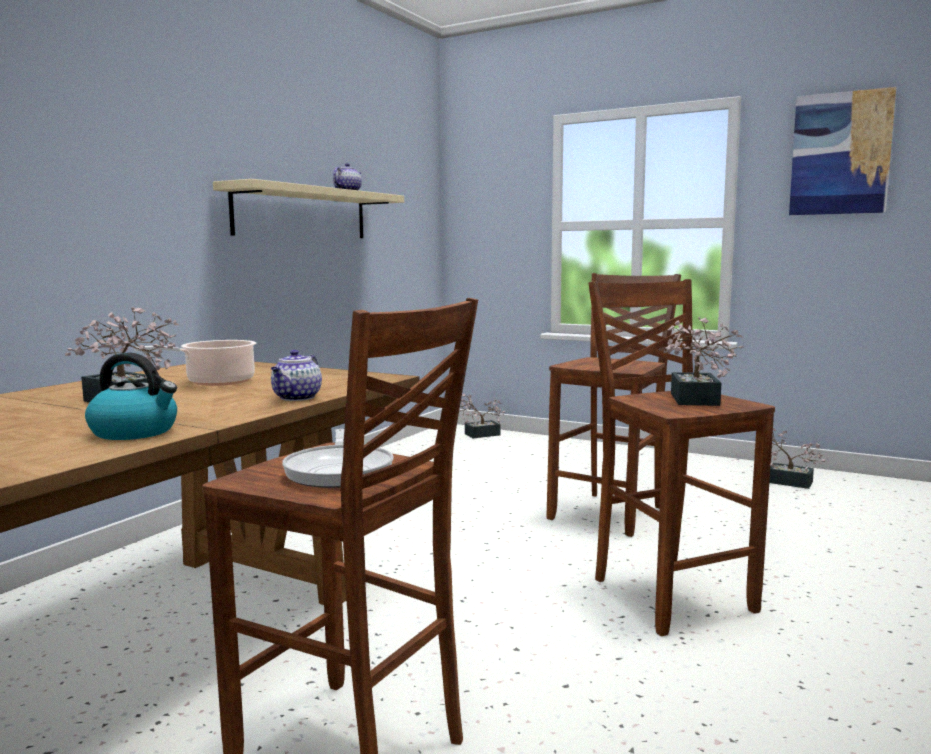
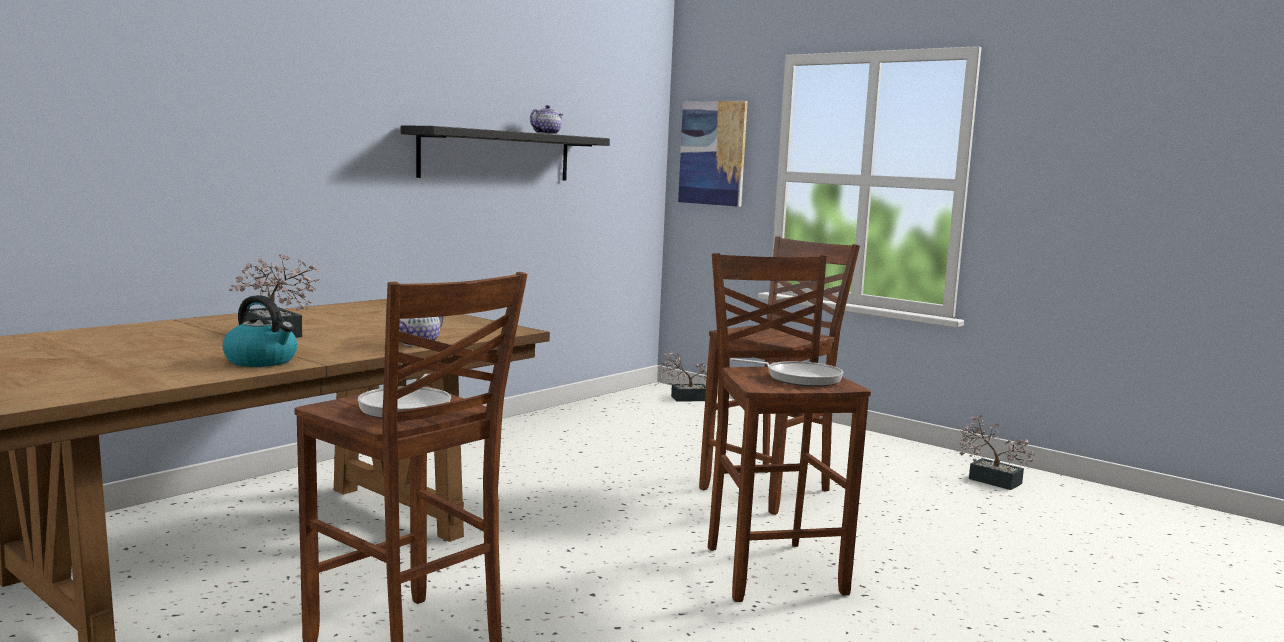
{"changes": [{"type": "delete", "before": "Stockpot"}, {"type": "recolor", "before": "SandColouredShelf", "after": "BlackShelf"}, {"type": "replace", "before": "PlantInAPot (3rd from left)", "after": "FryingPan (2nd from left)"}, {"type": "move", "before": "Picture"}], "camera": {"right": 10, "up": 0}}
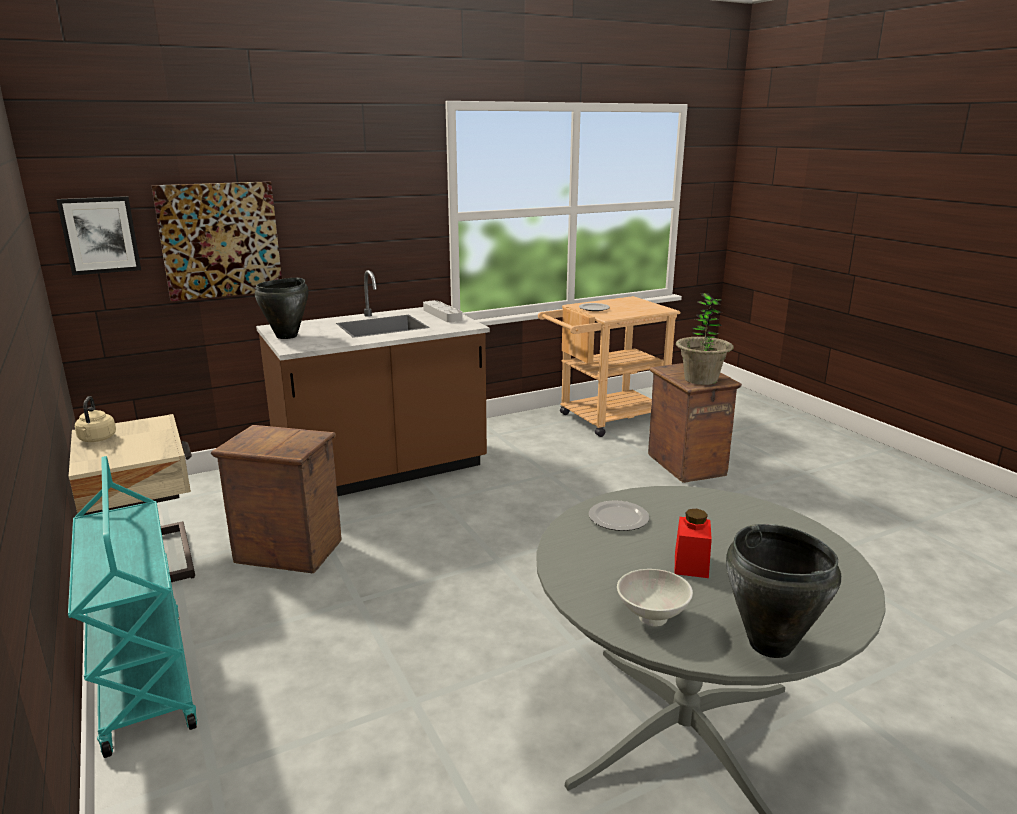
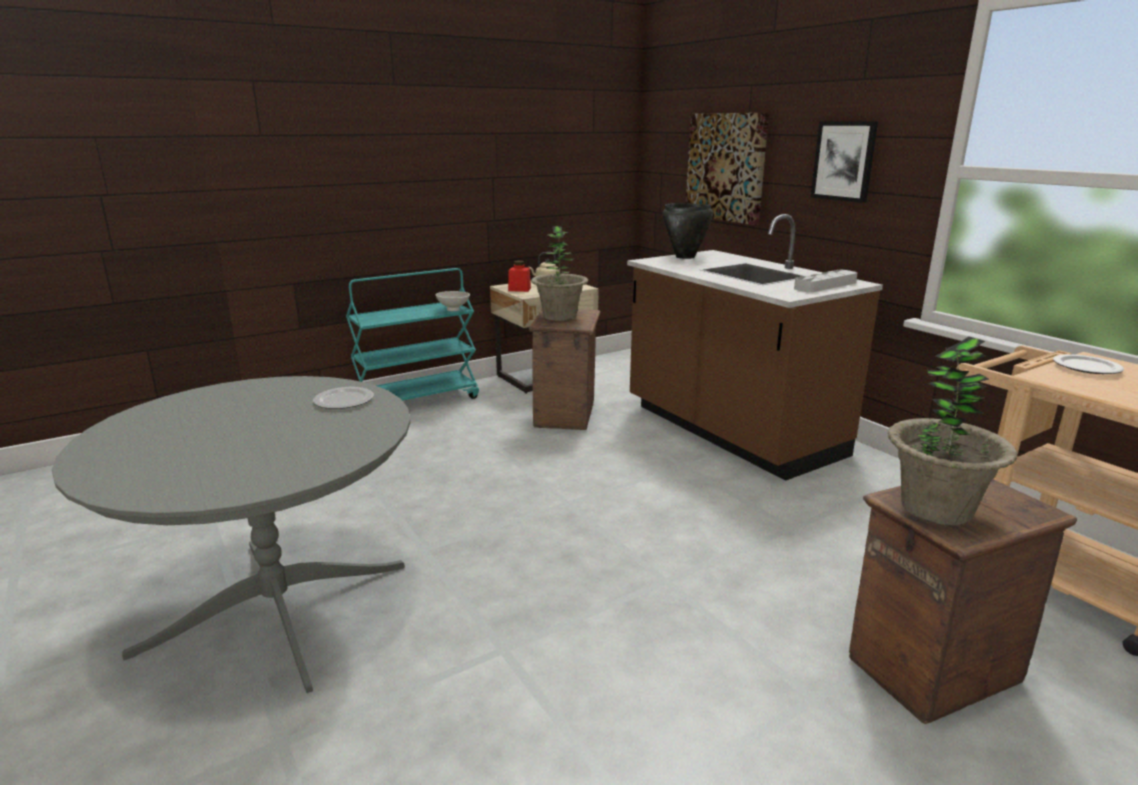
{"changes": [{"type": "move", "before": "Picture (1st from left in the first image)", "after": "Picture (2nd from left)"}, {"type": "move", "before": "WhiteColouredServingBowl"}, {"type": "move", "before": "RedColouredJar"}, {"type": "delete", "before": "BlackStockpot (2nd from left)"}, {"type": "insert", "after": "PlantInAPot (1st from left)"}], "camera": {"right": 85, "up": 0}}
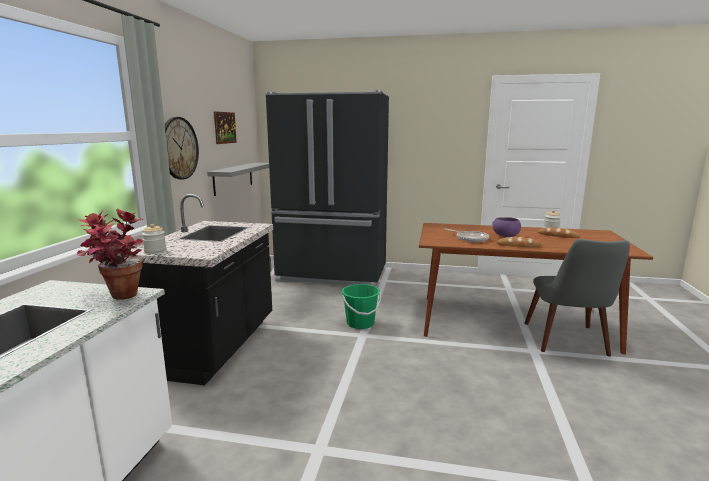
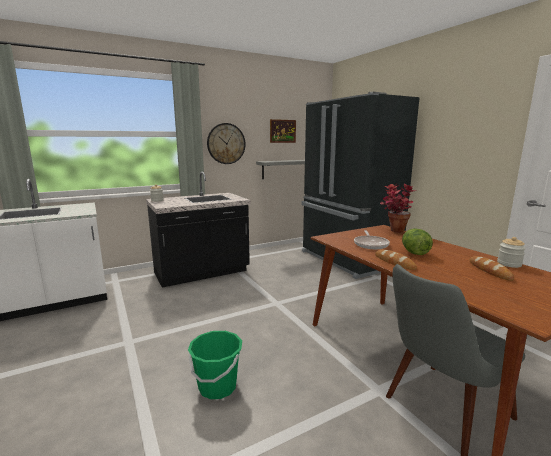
{"changes": [{"type": "move", "before": "PlantInAPot"}, {"type": "move", "before": "GreenColouredPail"}, {"type": "replace", "before": "PurpleServingBowl", "after": "Lettuce"}], "camera": {"right": 50, "up": 0}}
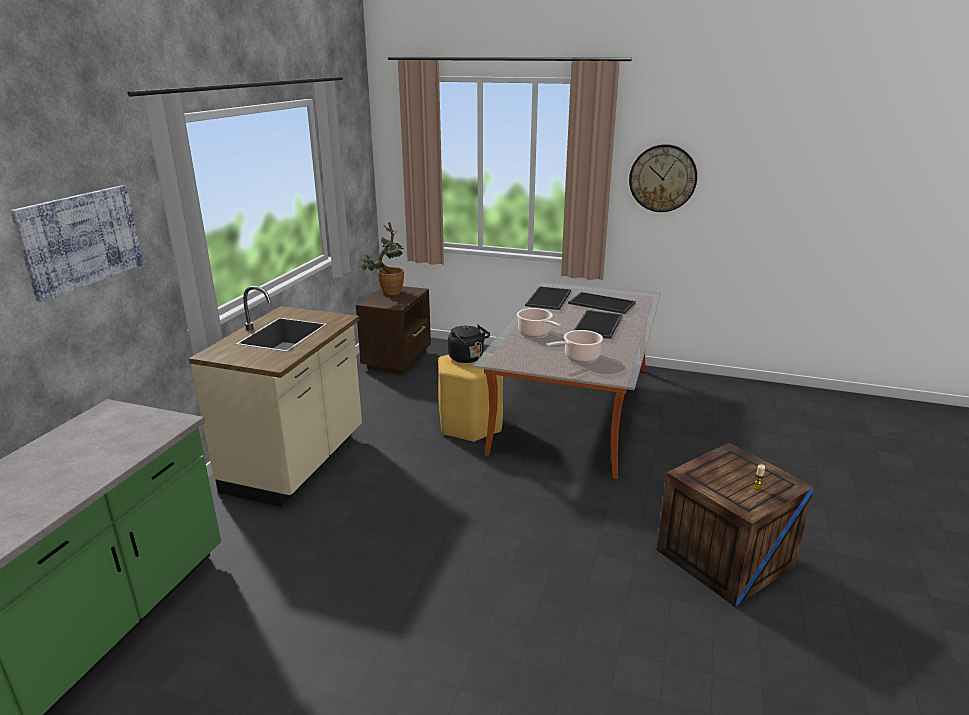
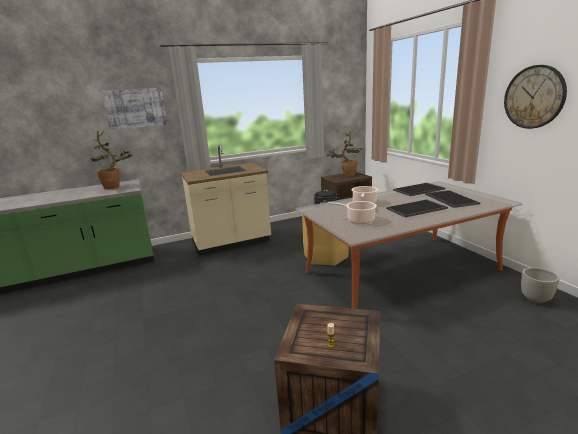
{"changes": [{"type": "insert", "after": "PlantInAPot (1st from left)"}, {"type": "insert", "after": "GreyishFlowerPot"}], "camera": {"right": 50, "up": -5}}
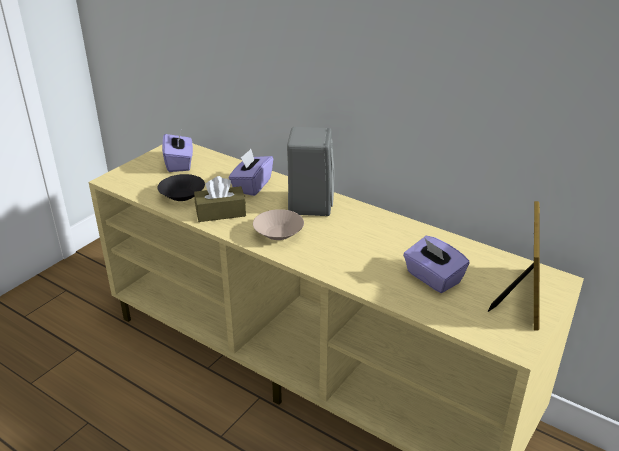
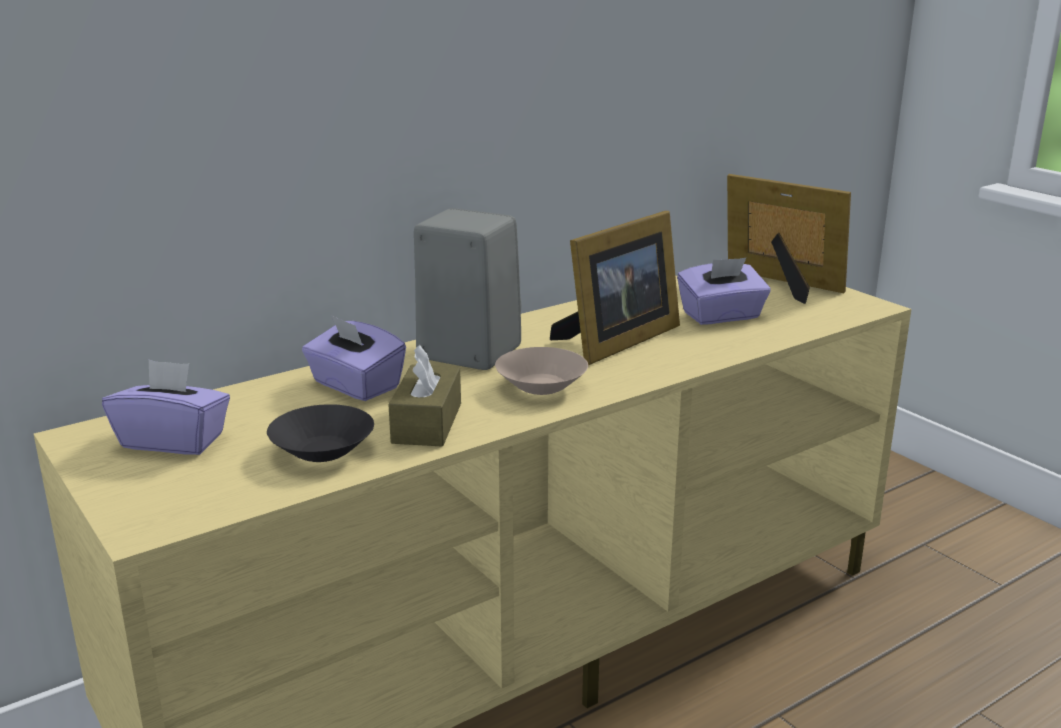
{"changes": [{"type": "insert", "after": "PhotoFrame (1st from left)"}], "camera": {"right": -70, "up": -10}}
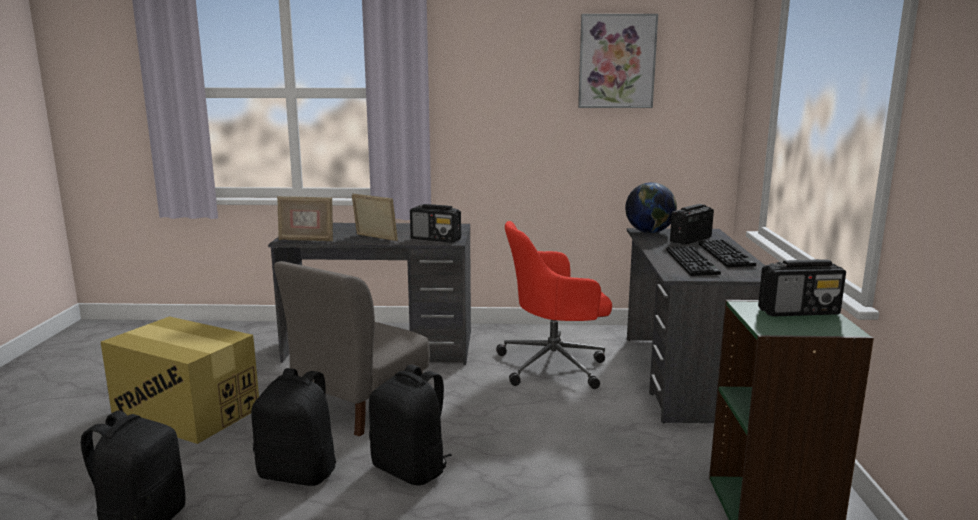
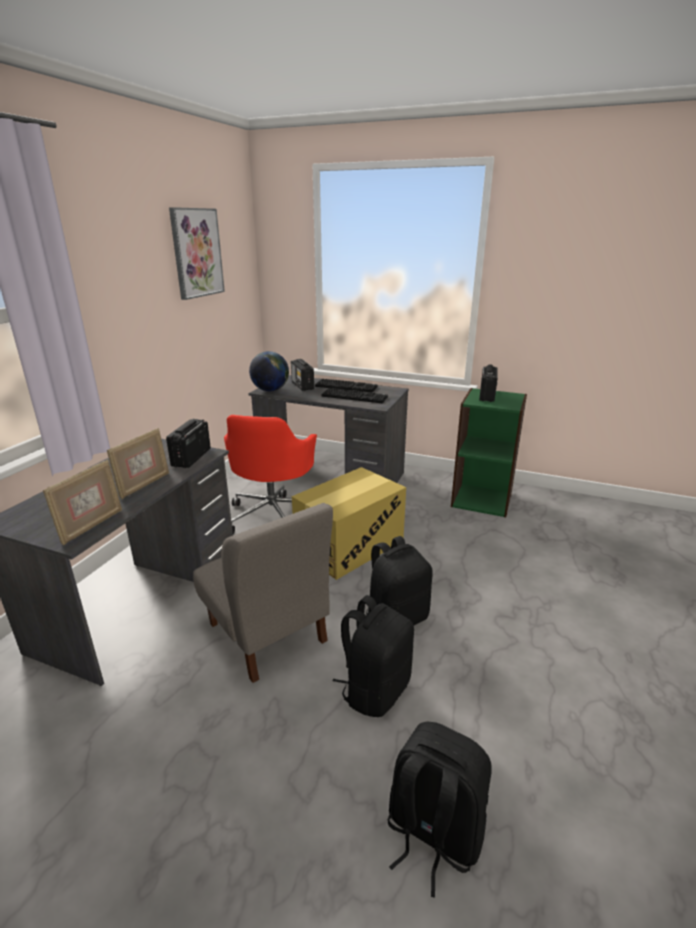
{"changes": [{"type": "move", "before": "Carton"}, {"type": "rotate", "before": "PhotoFrame (2nd from left)", "turn": 150}, {"type": "rotate", "before": "Radio (1st from left)", "turn": 150}], "camera": {"right": -70, "up": 10}}
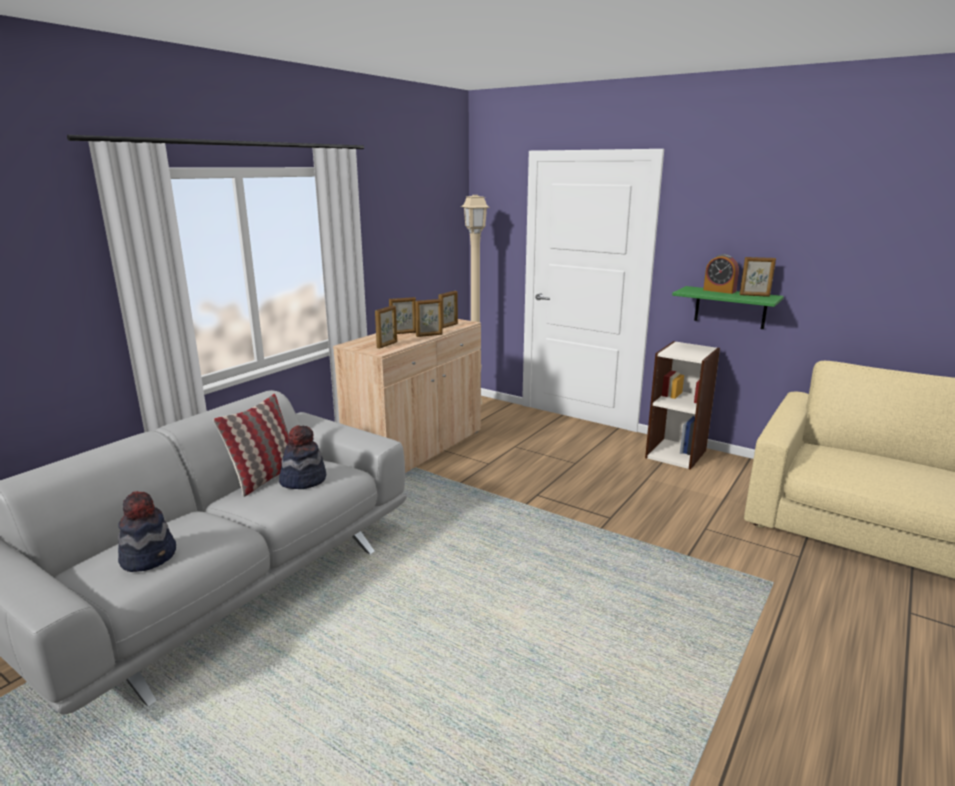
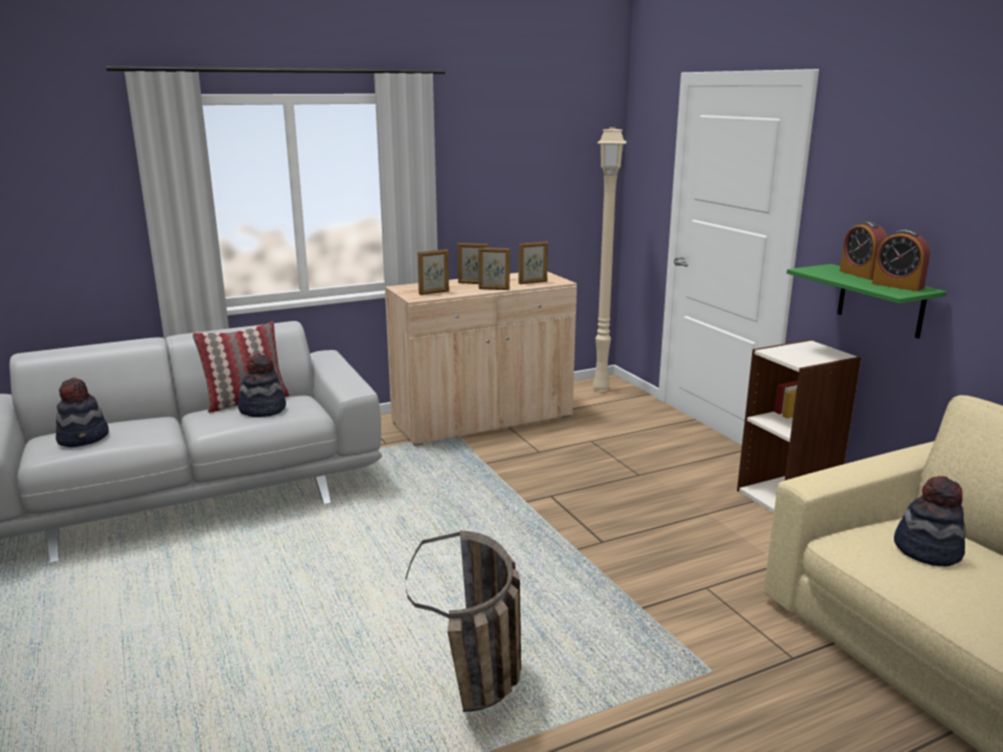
{"changes": [{"type": "replace", "before": "PhotoFrame (5th from left)", "after": "AlarmClock (2nd from left)"}, {"type": "insert", "after": "HouseholdBasket"}, {"type": "insert", "after": "WearableHat (3rd from left)"}], "camera": {"right": 30, "up": 0}}
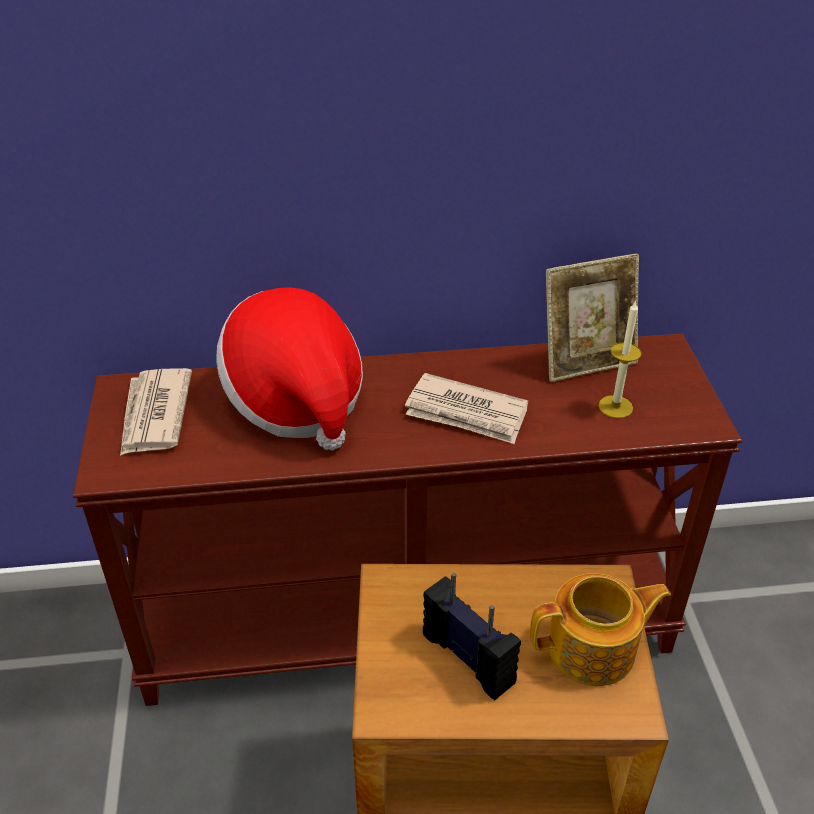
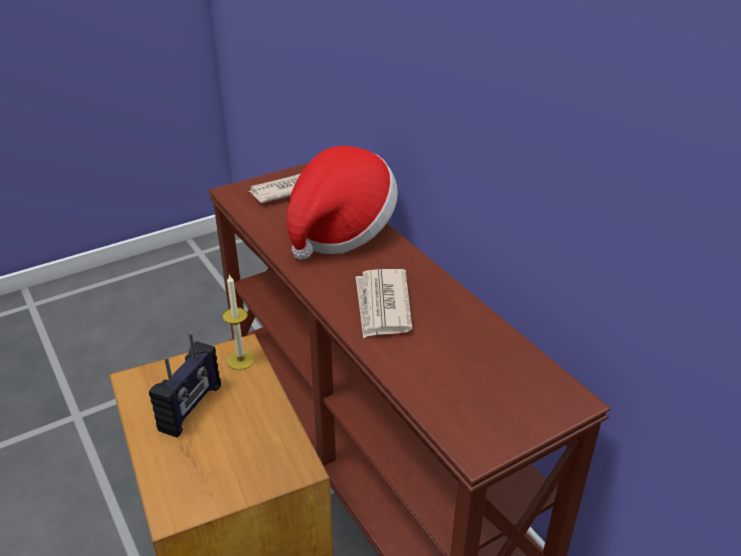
{"changes": [{"type": "delete", "before": "Teapot"}, {"type": "delete", "before": "PhotoFrame"}, {"type": "move", "before": "WaxLight"}], "camera": {"right": 65, "up": -5}}
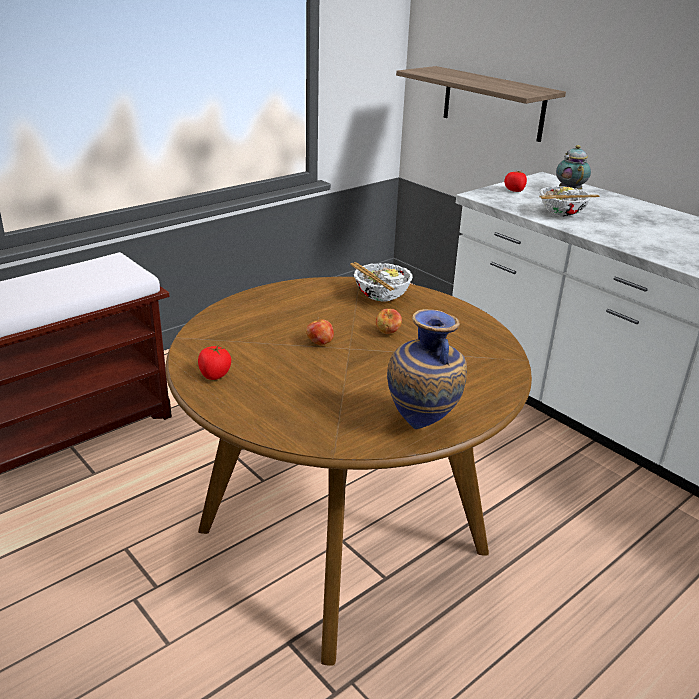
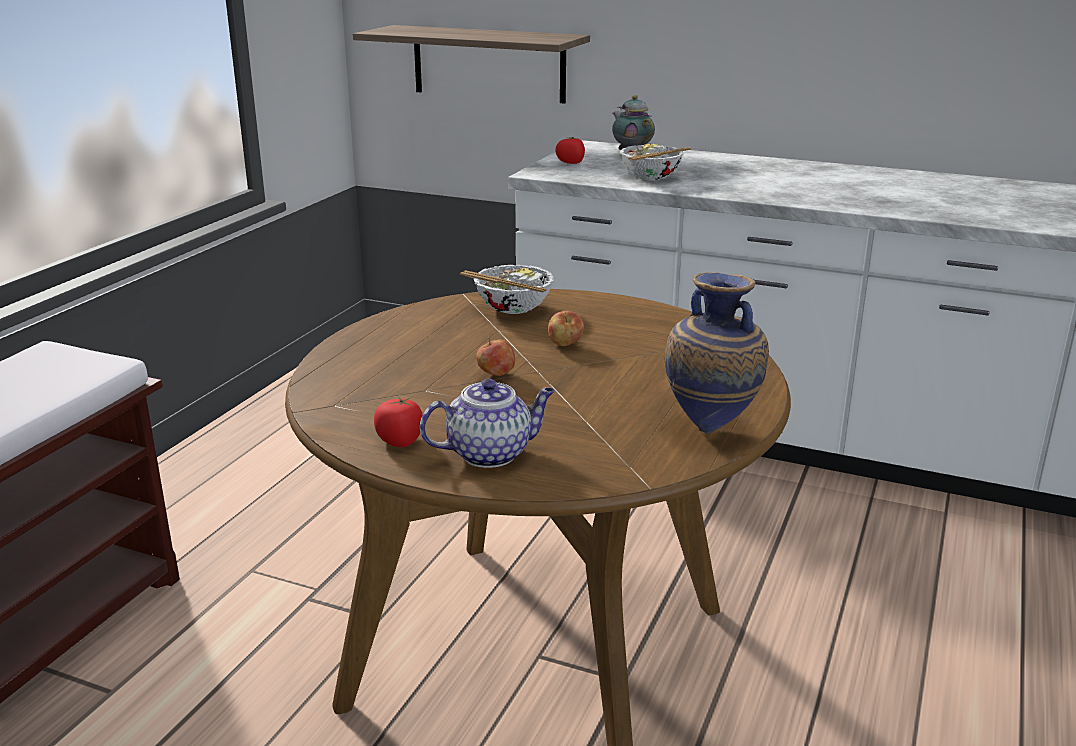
{"changes": [{"type": "insert", "after": "Teapot (1st from left)"}], "camera": {"right": -25, "up": -5}}
